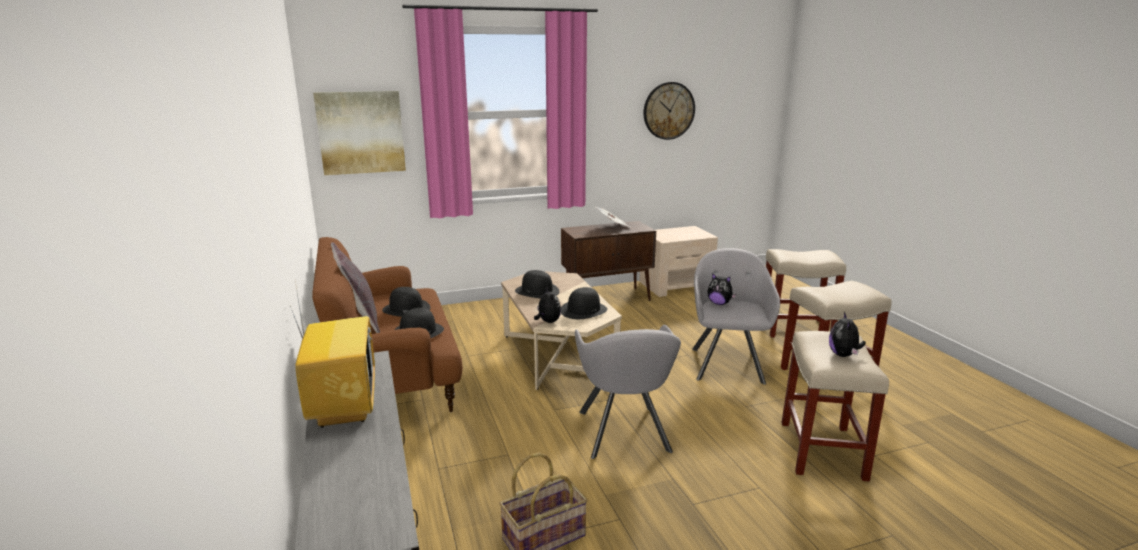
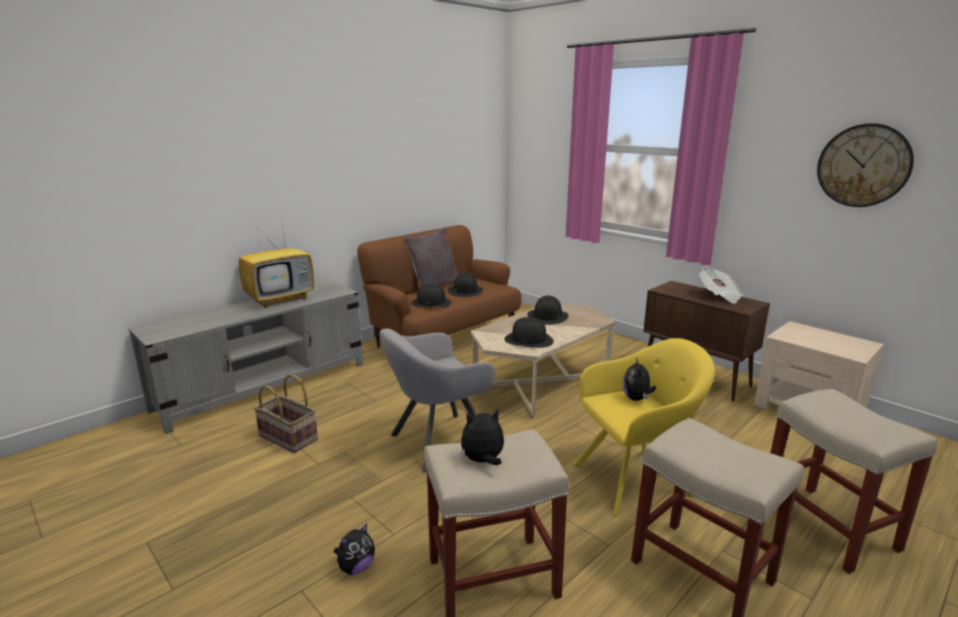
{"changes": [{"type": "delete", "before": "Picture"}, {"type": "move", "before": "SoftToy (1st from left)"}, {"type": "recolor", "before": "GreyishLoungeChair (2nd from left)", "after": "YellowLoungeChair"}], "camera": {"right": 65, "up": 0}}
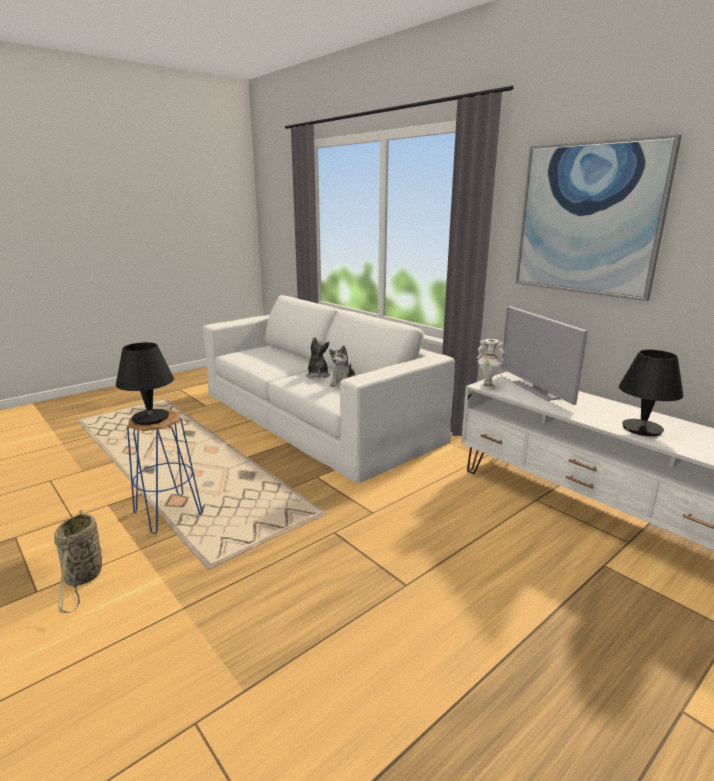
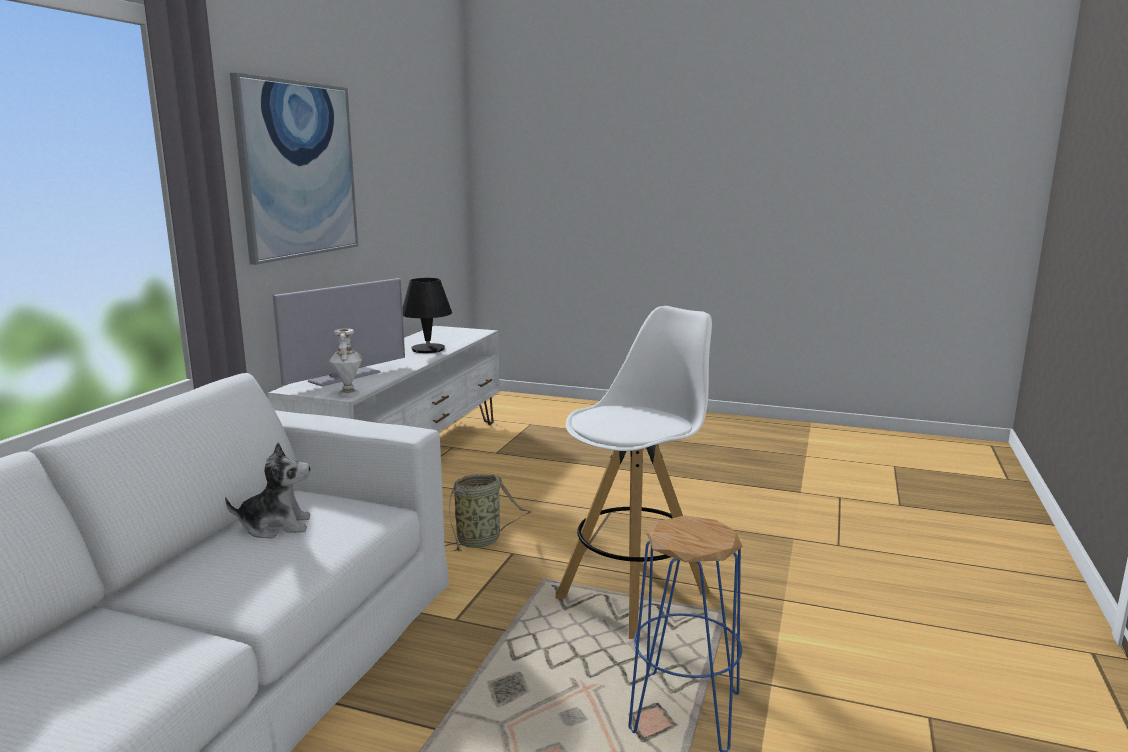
{"changes": [{"type": "move", "before": "HouseholdBasket"}, {"type": "delete", "before": "BlackTabletopLamp (1st from left)"}, {"type": "delete", "before": "SoftToy (1st from left)"}, {"type": "insert", "after": "WhiteColouredSittingStool"}], "camera": {"right": -120, "up": -5}}
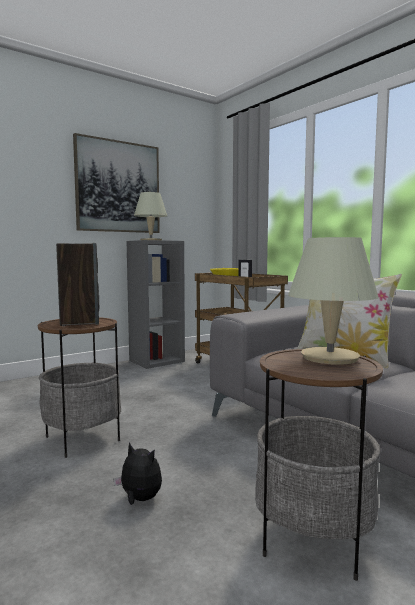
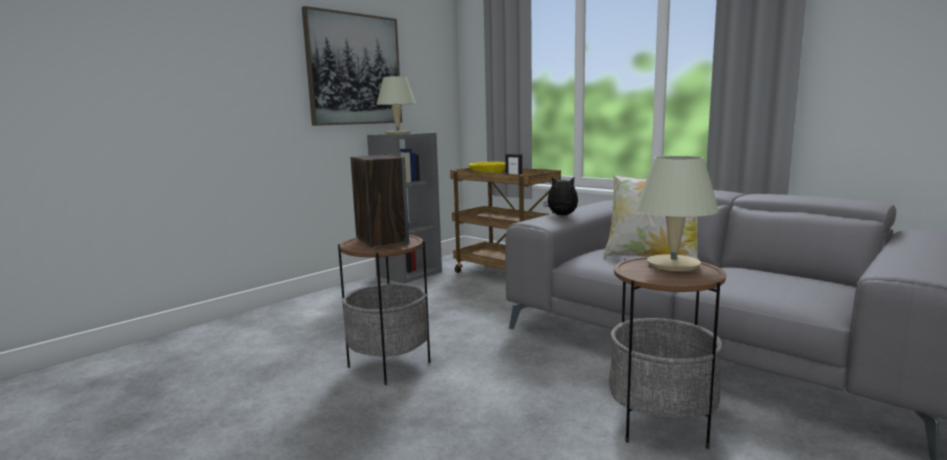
{"changes": [{"type": "move", "before": "SoftToy"}], "camera": {"right": -10, "up": 5}}
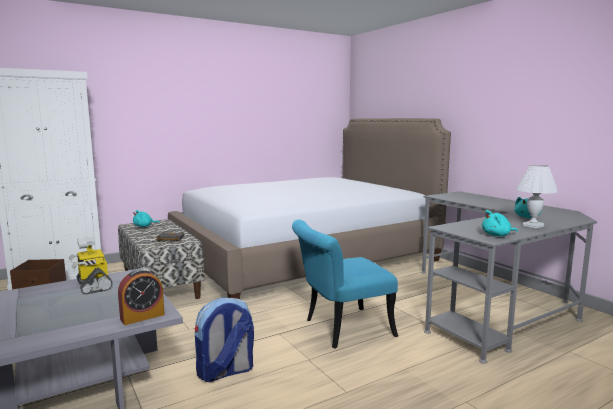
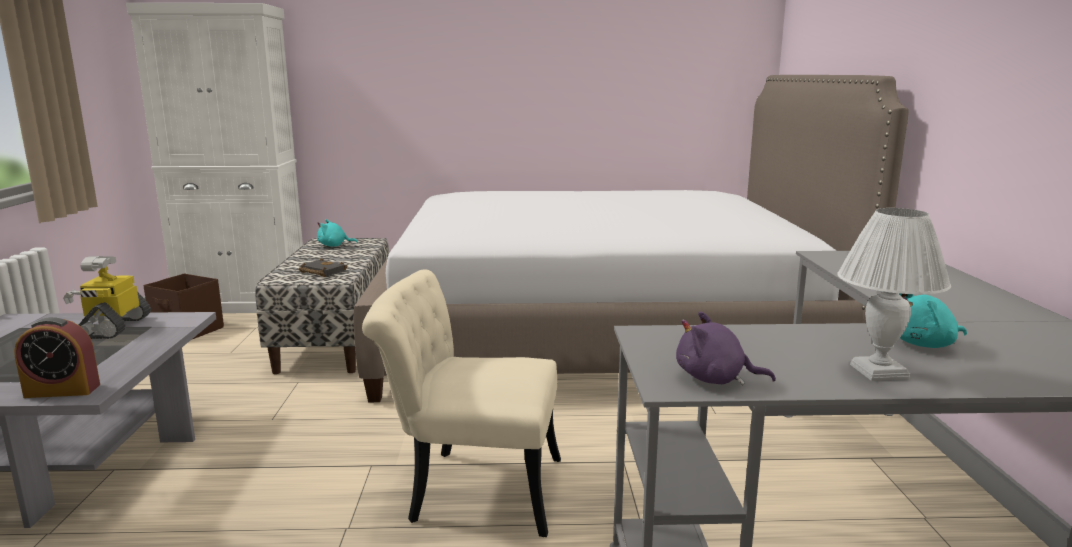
{"changes": [{"type": "delete", "before": "Knapsack"}, {"type": "recolor", "before": "TurquoiseUprightChair", "after": "SandColouredUprightChair"}, {"type": "recolor", "before": "TurquoiseSoftToy (2nd from left)", "after": "PurpleSoftToy"}], "camera": {"right": 30, "up": 5}}
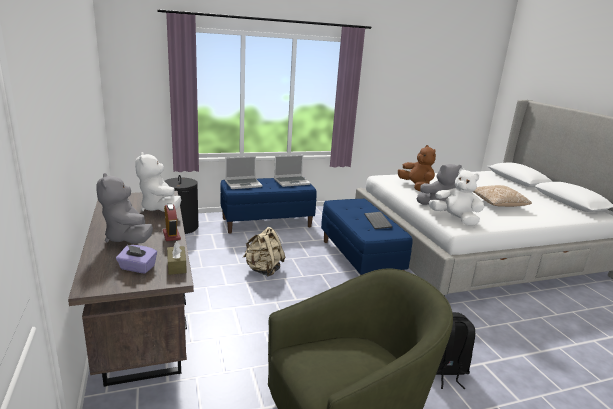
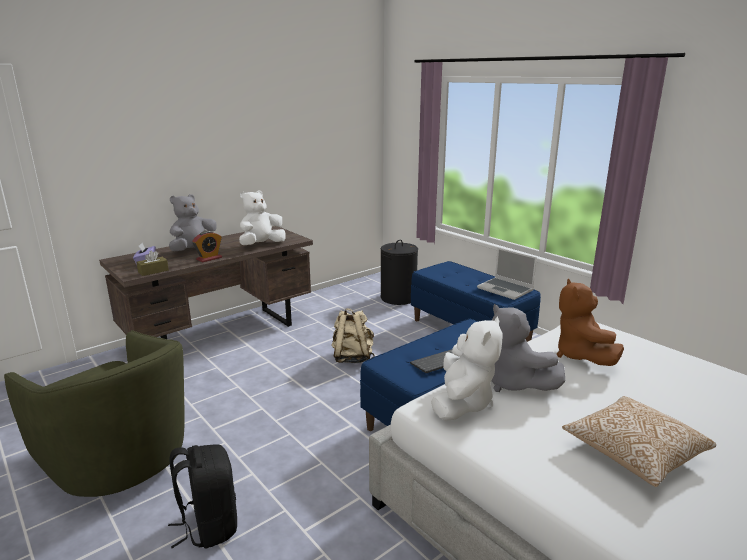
{"changes": [{"type": "delete", "before": "NotebookComputer (1st from left)"}, {"type": "rotate", "before": "BrownColouredSoftToy", "turn": 135}], "camera": {"right": 70, "up": 0}}
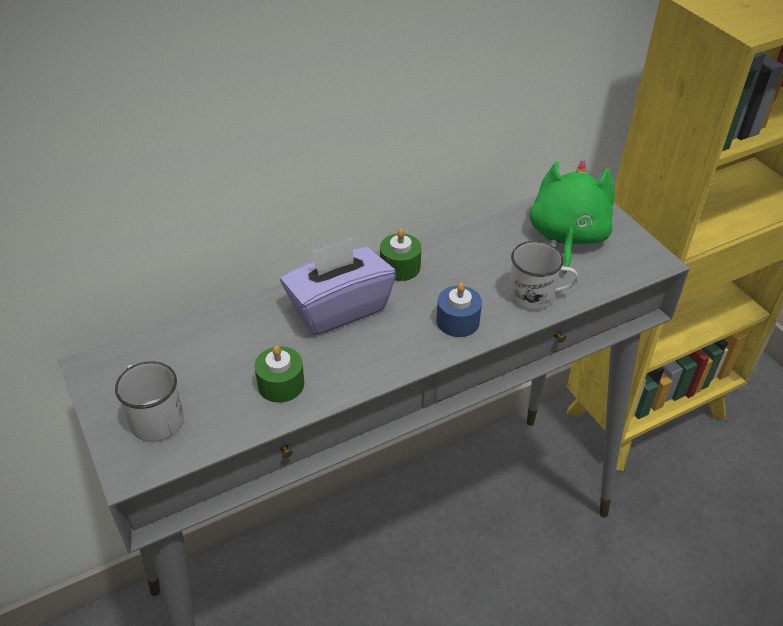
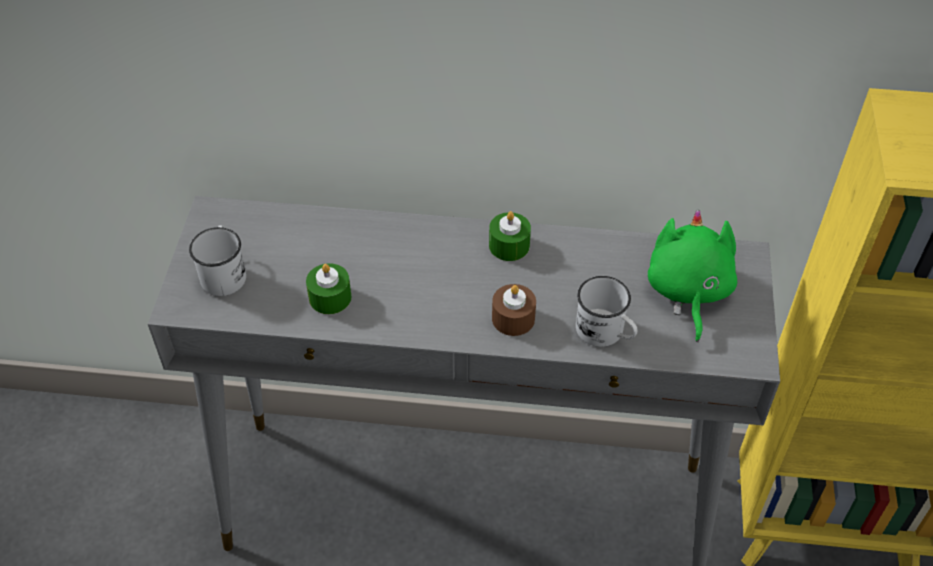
{"changes": [{"type": "delete", "before": "PurpleTissueBox"}, {"type": "recolor", "before": "BlueWaxLight", "after": "BrownColouredWaxLight"}, {"type": "rotate", "before": "GreenColouredSoftToy", "turn": -45}], "camera": {"right": 35, "up": 5}}
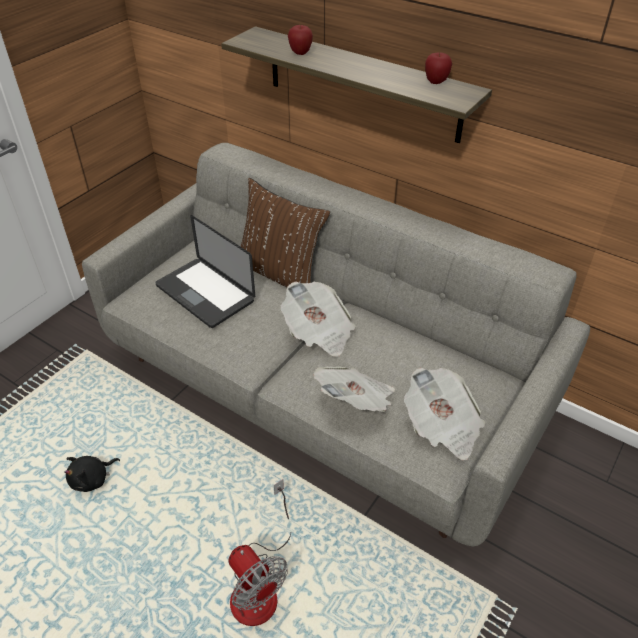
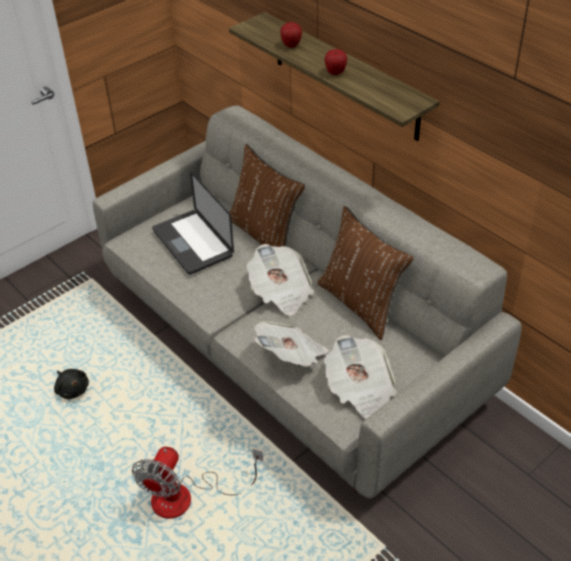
{"changes": [{"type": "rotate", "before": "BlackSoftToy", "turn": -105}, {"type": "rotate", "before": "CoolingFan", "turn": 45}, {"type": "move", "before": "Apple (2nd from left)"}, {"type": "insert", "after": "BrownColouredThrowPillow (2nd from left)"}], "camera": {"right": 15, "up": 0}}
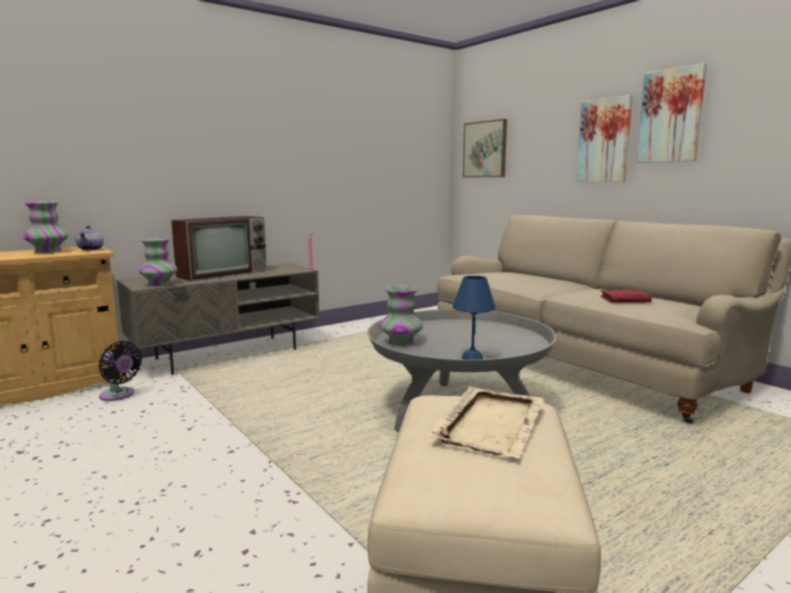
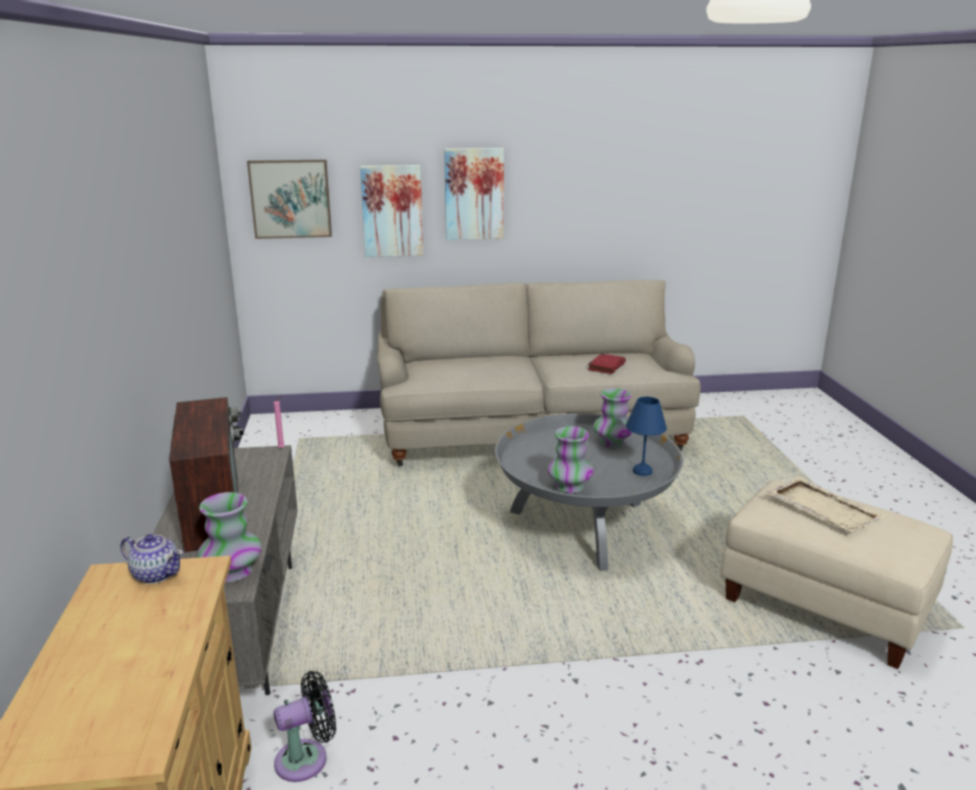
{"changes": [{"type": "move", "before": "Vase (1st from left in the first image)", "after": "Vase (3rd from left)"}, {"type": "move", "before": "Picture (3rd from left in the first image)", "after": "Picture (2nd from left)"}], "camera": {"right": -60, "up": 10}}
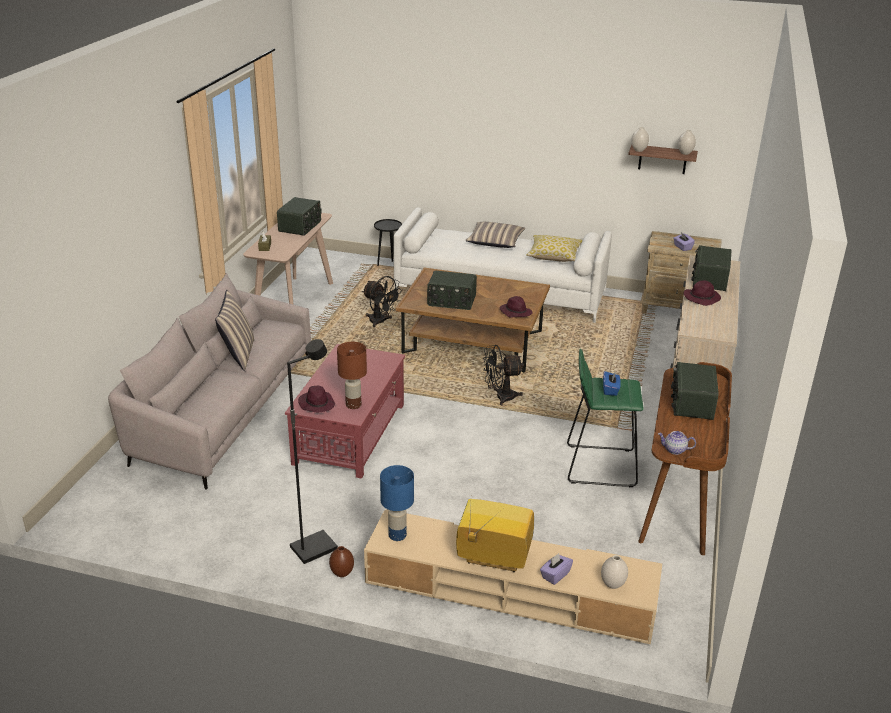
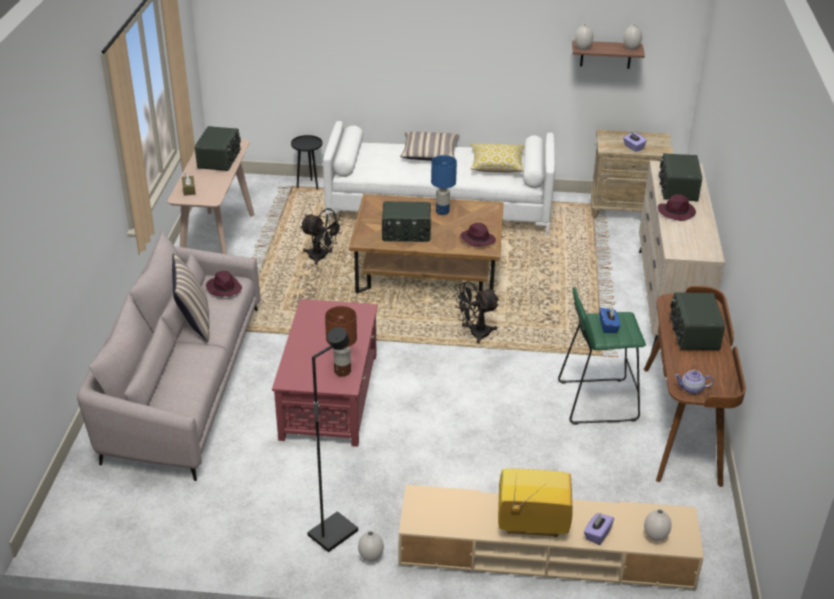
{"changes": [{"type": "move", "before": "PurpleWearableHat (1st from left)"}, {"type": "recolor", "before": "BrownColouredVase", "after": "WhiteColouredVase (1st from left)"}, {"type": "move", "before": "BlueTabletopLamp"}], "camera": {"right": -10, "up": 5}}
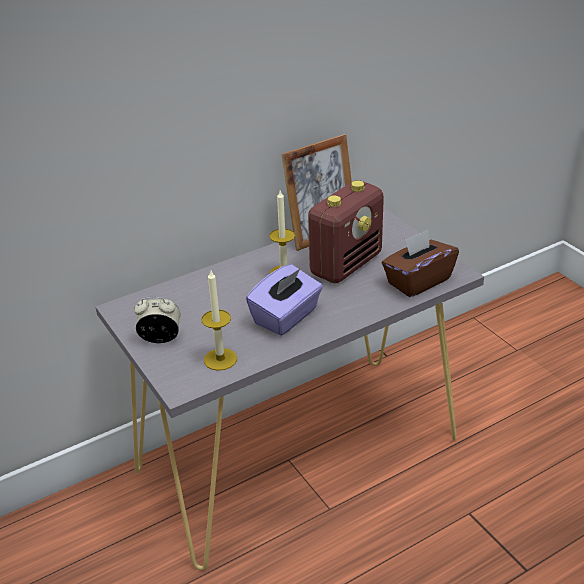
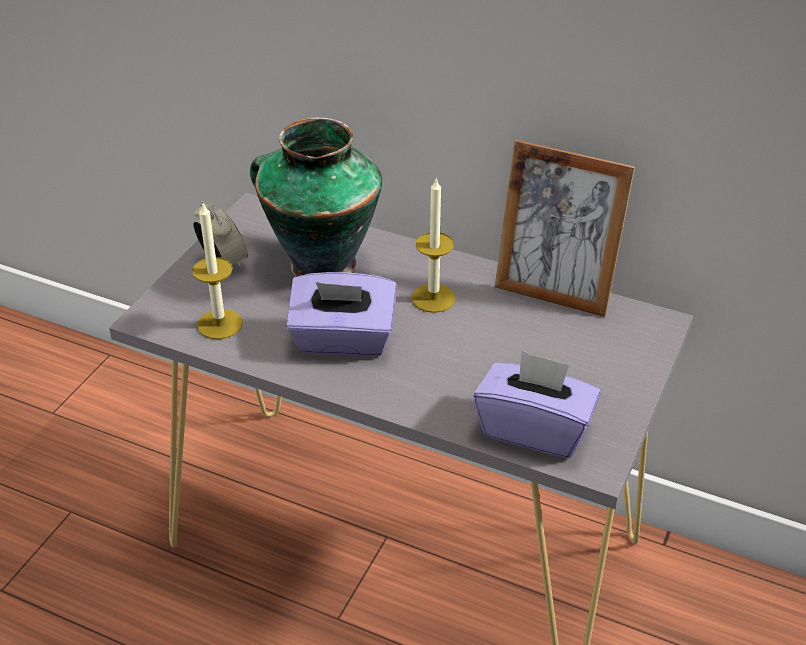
{"changes": [{"type": "delete", "before": "Radio"}, {"type": "recolor", "before": "BrownColouredTissueBox", "after": "PurpleTissueBox (2nd from left)"}, {"type": "insert", "after": "Vase"}], "camera": {"right": 55, "up": 5}}
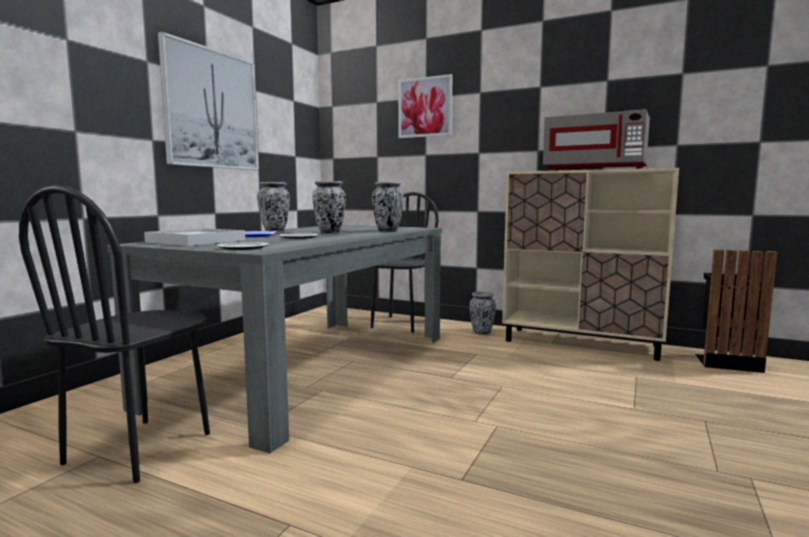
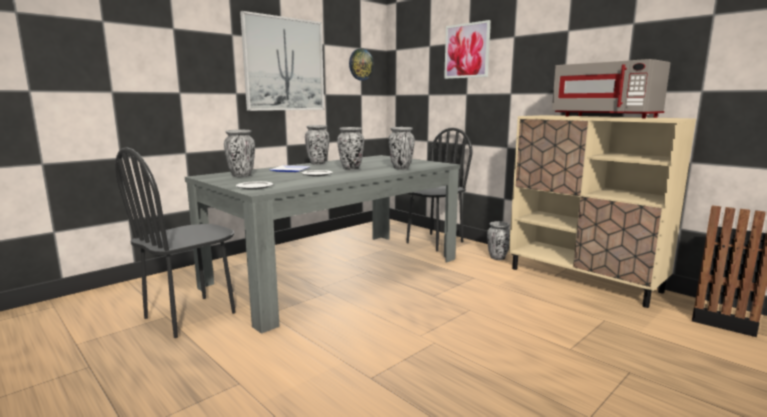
{"changes": [{"type": "replace", "before": "WhiteColouredCarryingTray", "after": "Vase (1st from left)"}, {"type": "insert", "after": "HangingClock"}], "camera": {"right": 20, "up": 5}}
